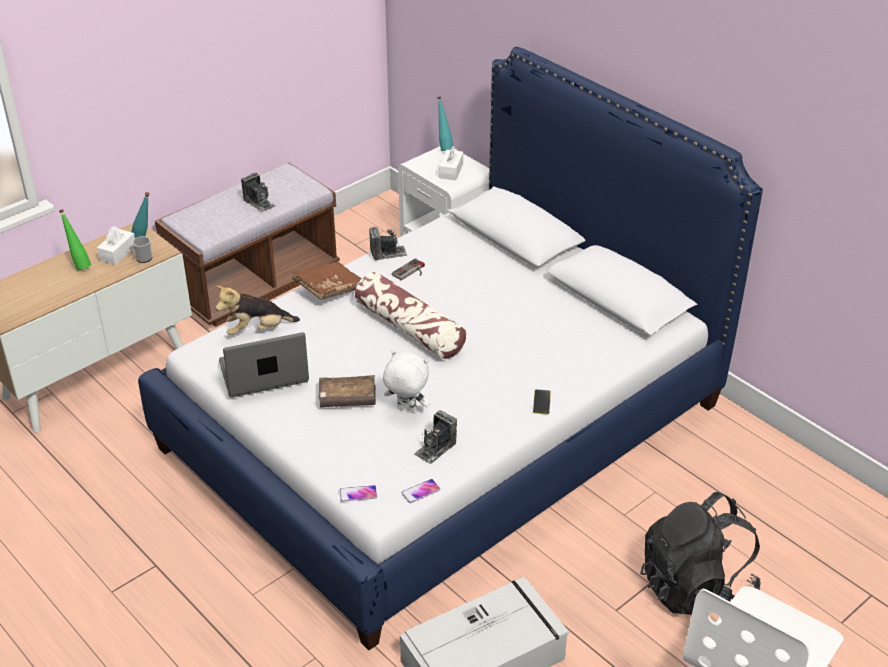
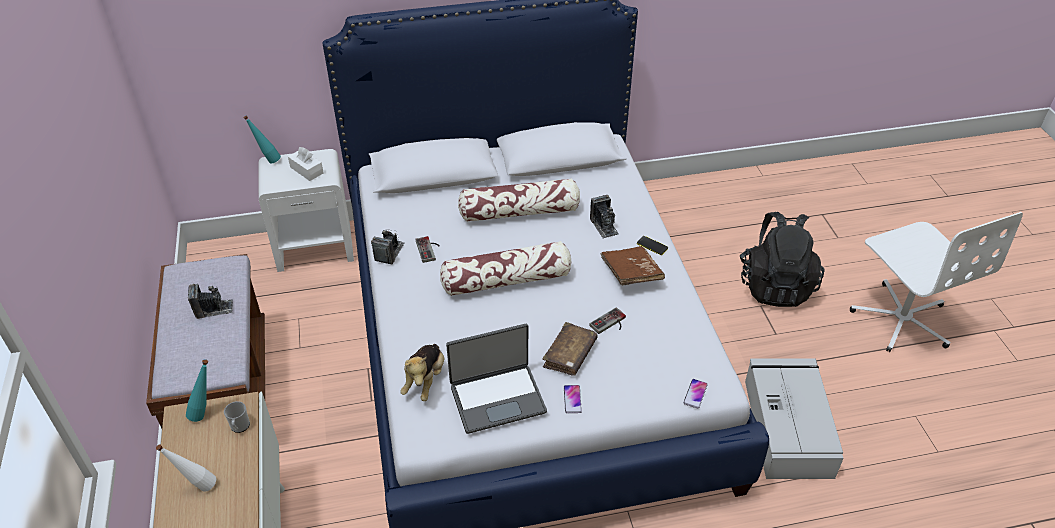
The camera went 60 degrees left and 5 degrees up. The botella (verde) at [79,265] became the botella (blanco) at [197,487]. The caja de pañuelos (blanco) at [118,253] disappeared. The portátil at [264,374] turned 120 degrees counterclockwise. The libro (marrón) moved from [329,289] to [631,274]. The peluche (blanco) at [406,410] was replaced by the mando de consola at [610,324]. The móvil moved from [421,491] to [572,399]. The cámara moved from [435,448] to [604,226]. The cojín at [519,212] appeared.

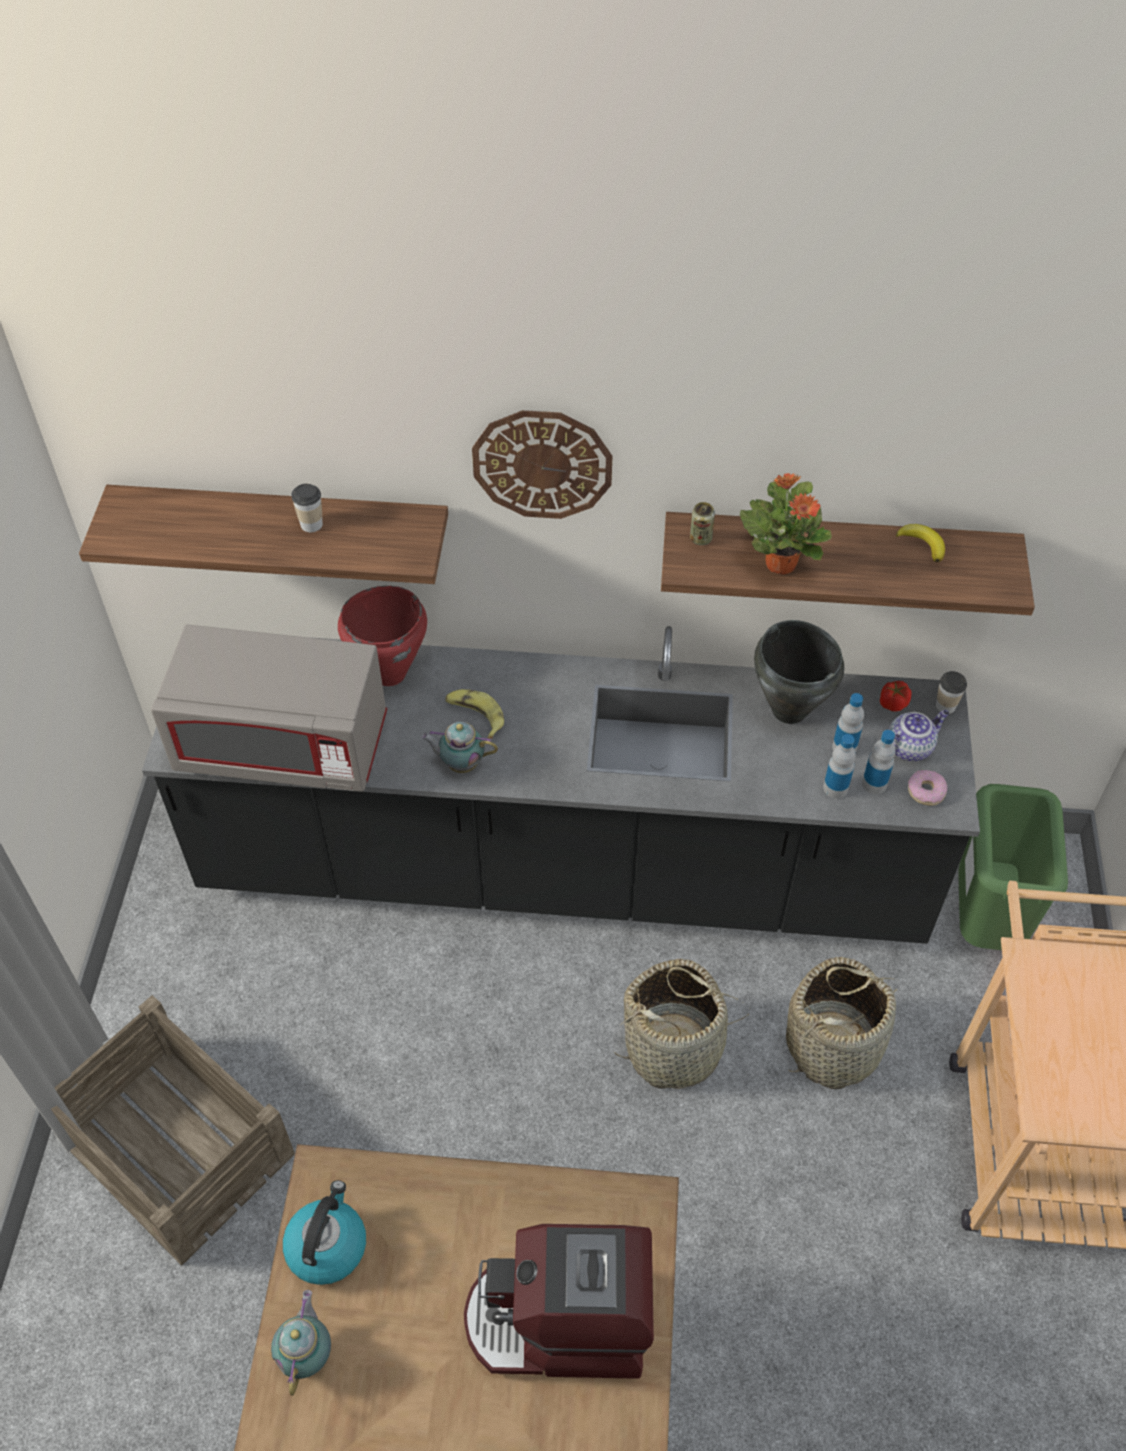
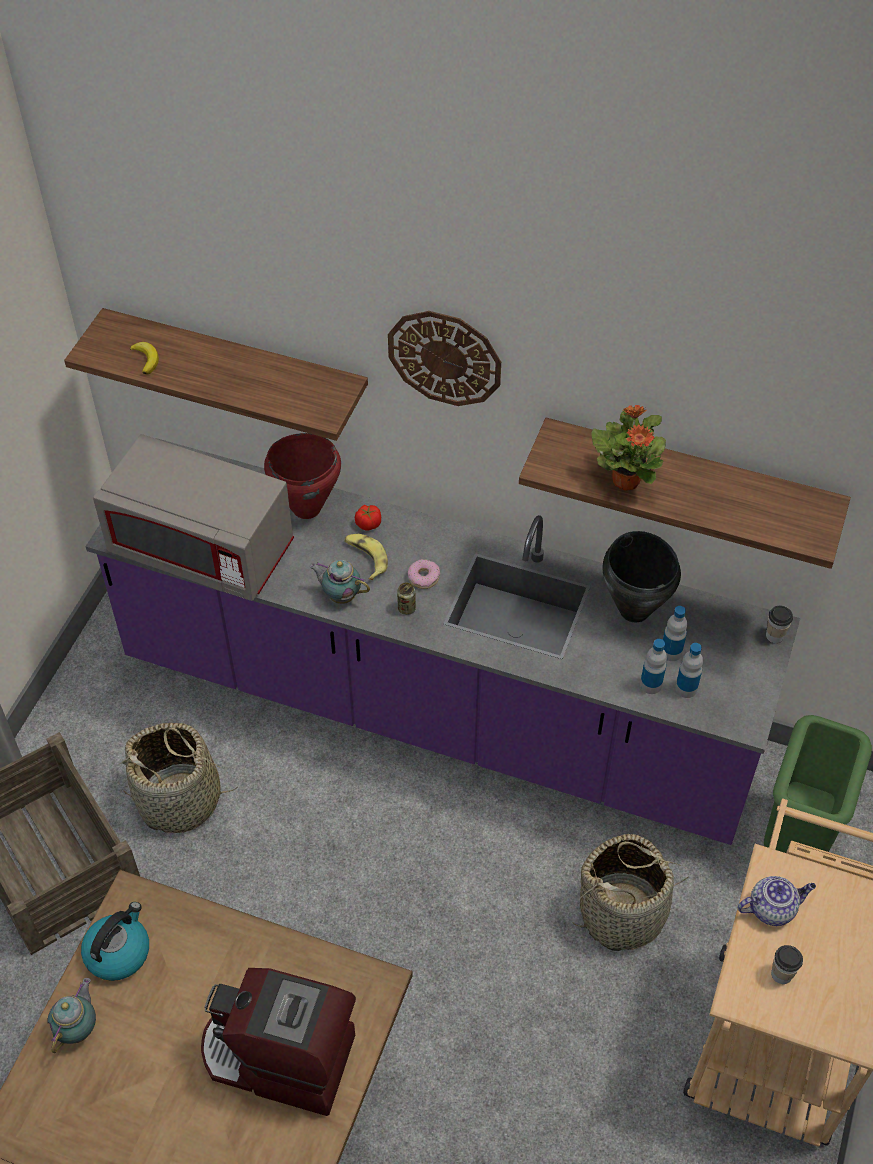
The camera went 15 degrees right and 0 degrees up. The mueble bajo de cocina (negro) at [563,870] became the mueble bajo de cocina (morado) at [436,710]. The taza moved from [311,524] to [781,974]. The cesta moved from [674,1047] to [180,800]. The lata moved from [700,539] to [406,608]. The tomate moved from [893,703] to [368,524]. The tetera moved from [909,747] to [772,908]. The plátano moved from [923,544] to [146,359]. The rosquilla moved from [926,791] to [424,577].

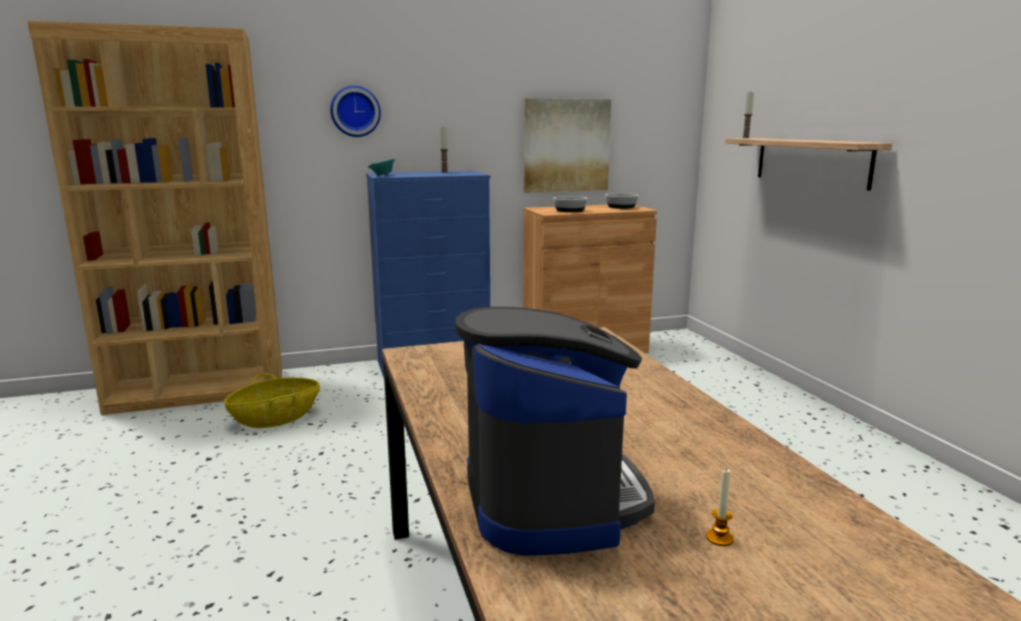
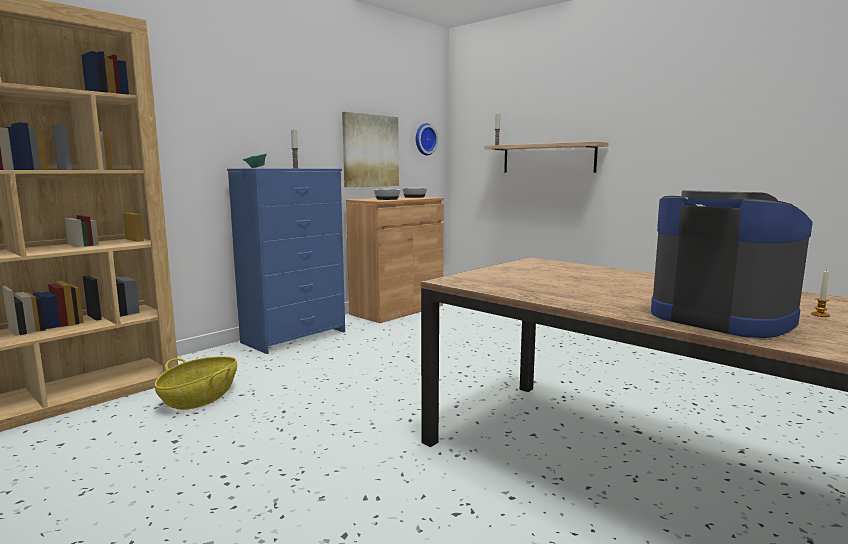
The camera went 30 degrees left and 5 degrees down. The reloj de pared moved from [355,111] to [424,139].

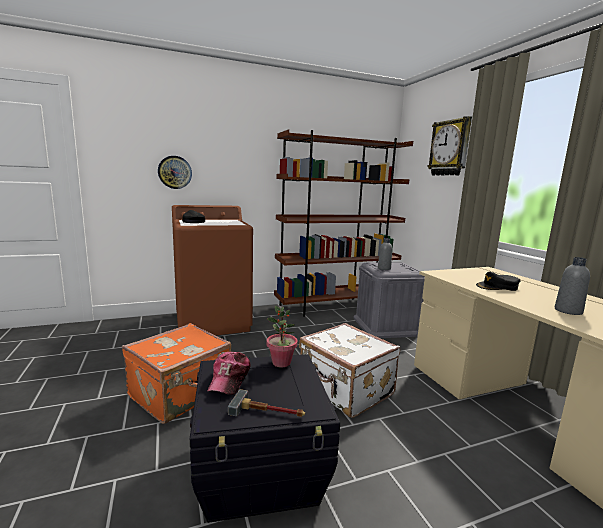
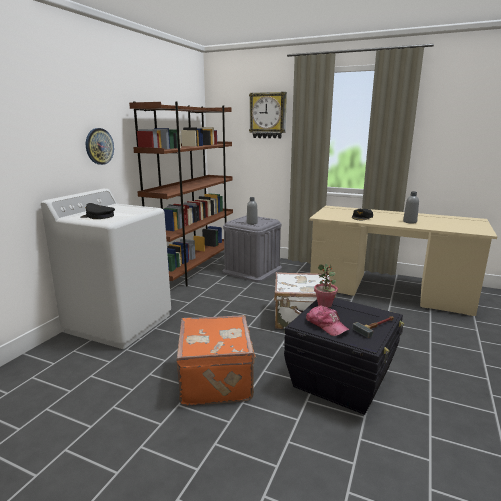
The camera went 45 degrees left and 5 degrees up. The reloj de pared moved from [175,172] to [99,146]. The lavadora (marrón) at [213,322] became the lavadora (blanco) at [120,323].

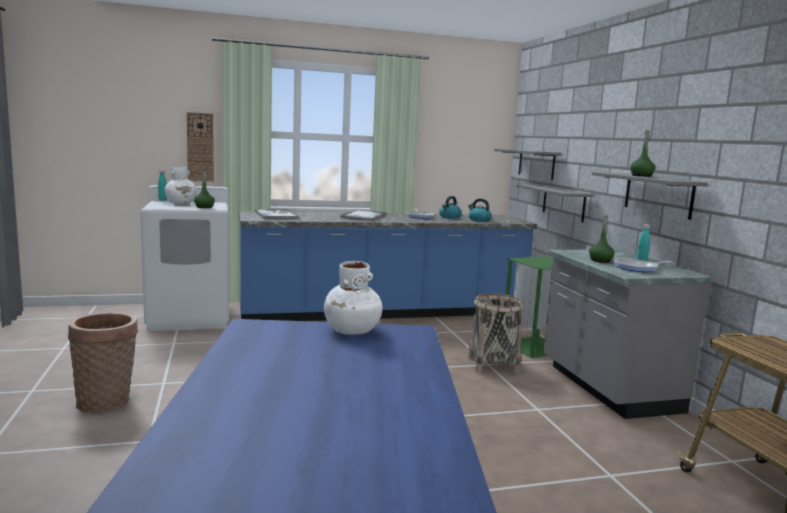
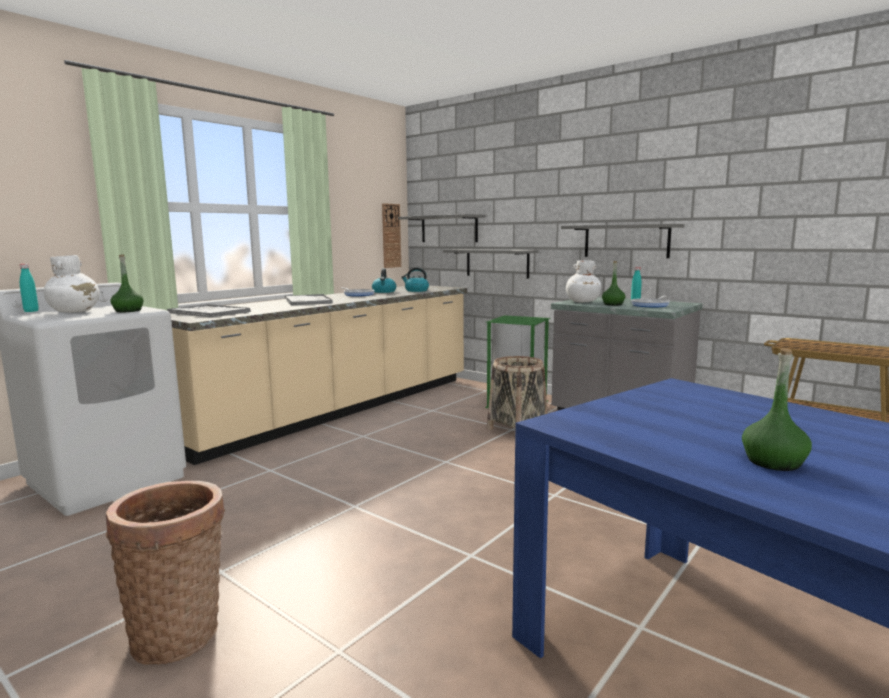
The camera went 35 degrees left and 0 degrees up. The reloj de pared moved from [200,147] to [391,236]. The mueble bajo de cocina (azul) at [385,312] became the mueble bajo de cocina (beis) at [339,409]. The florero (blanco) moved from [352,331] to [582,302]. The botella (verde) moved from [641,176] to [774,462].

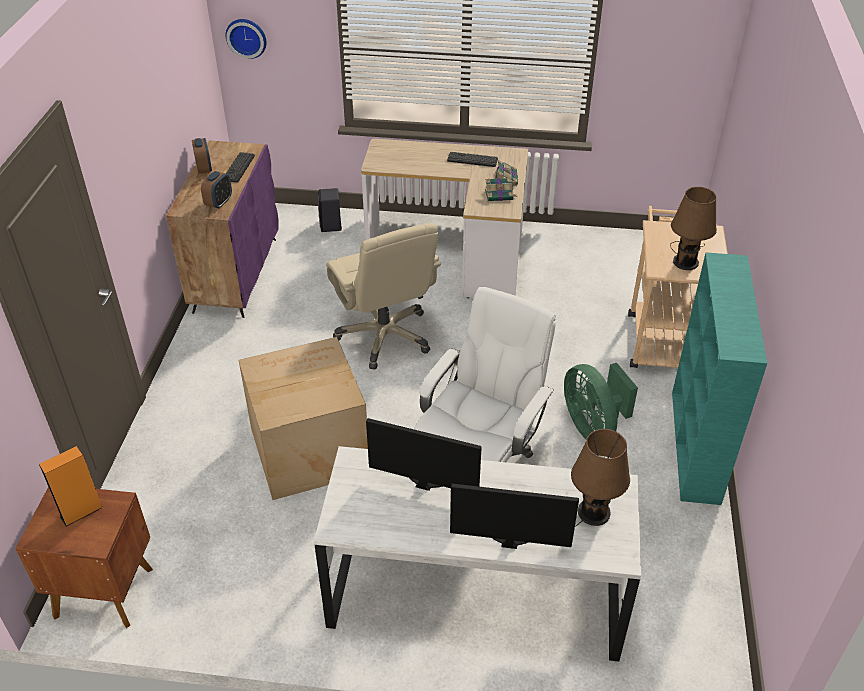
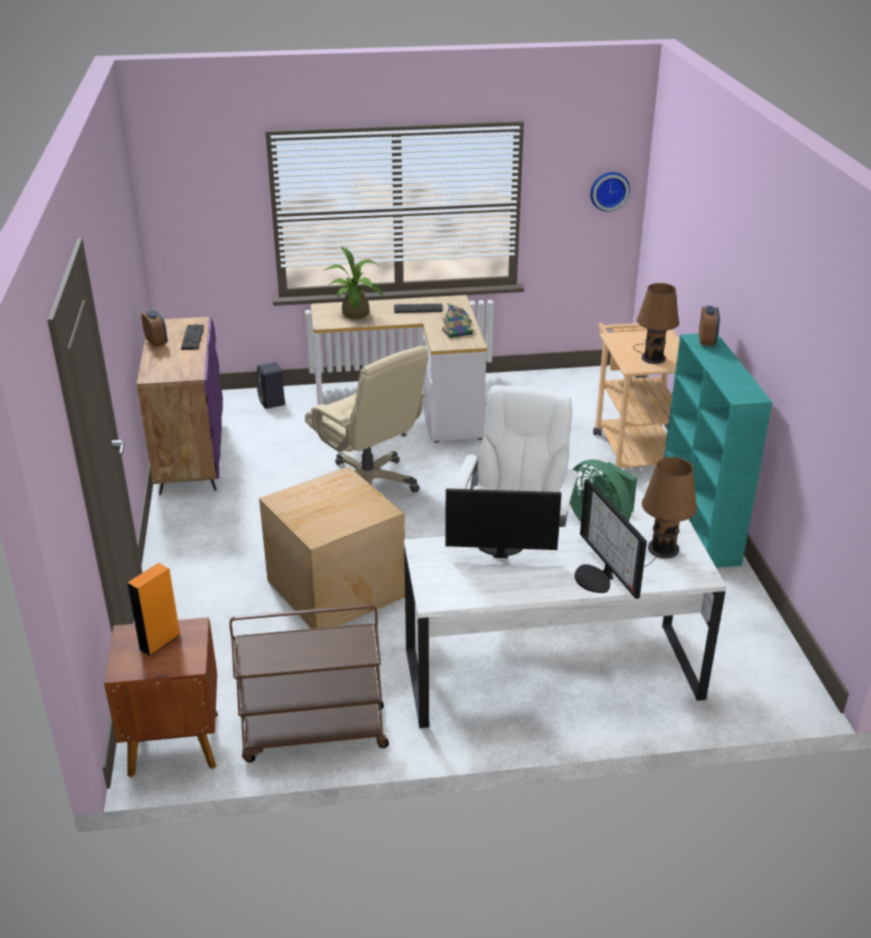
The camera went 15 degrees left and 10 degrees down. The despertador moved from [219,203] to [707,341]. The reloj de pared moved from [247,37] to [609,190]. The monitor at [509,536] turned 105 degrees counterclockwise. The carrito (marrón) at [313,734] appeared. The planta en maceta at [356,316] appeared.

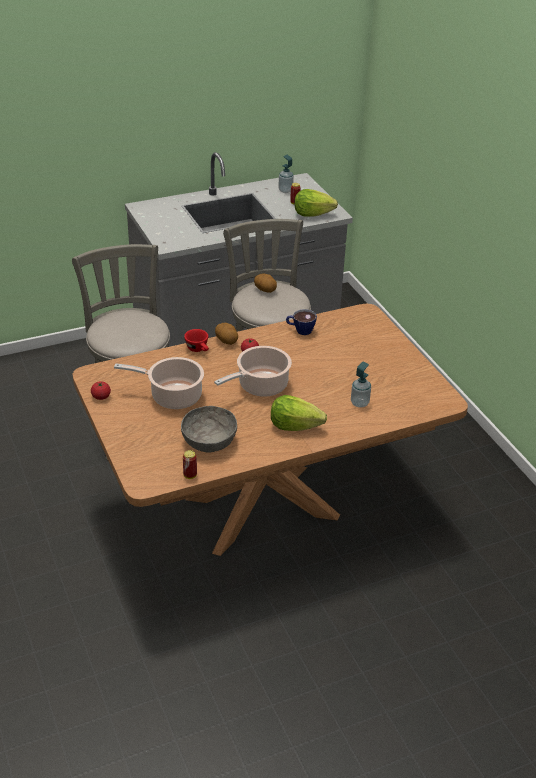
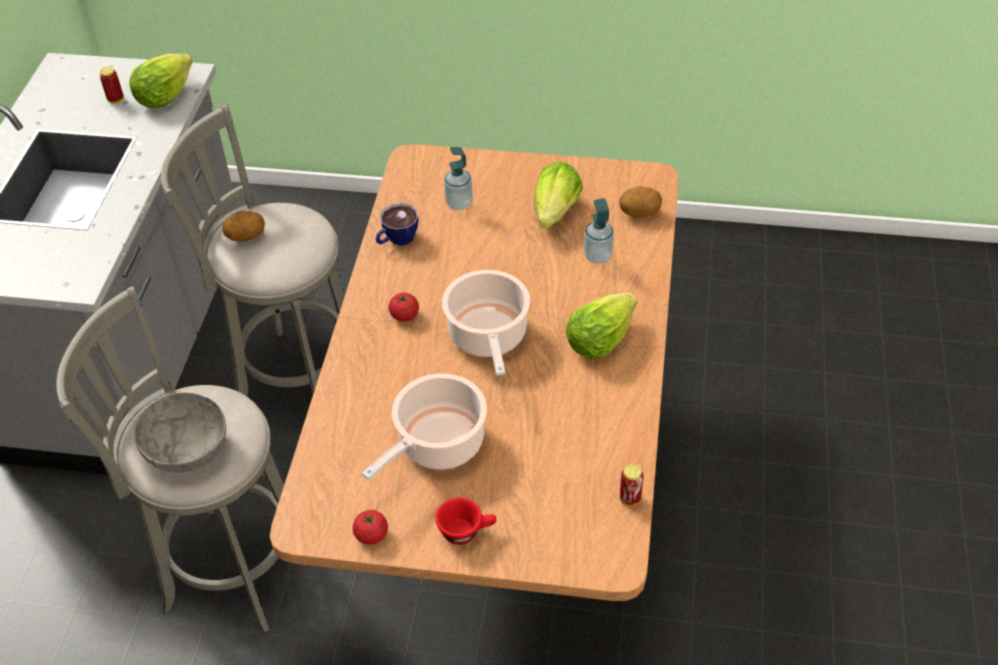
The camera went 55 degrees left and 10 degrees up. The cuenco (gris) moved from [209,441] to [186,449]. The taza (rojo) moved from [198,349] to [467,531]. The patata moved from [226,341] to [639,213]. The dispensador de jabón moved from [285,190] to [459,203]. The lechuga at [556,212] appeared.

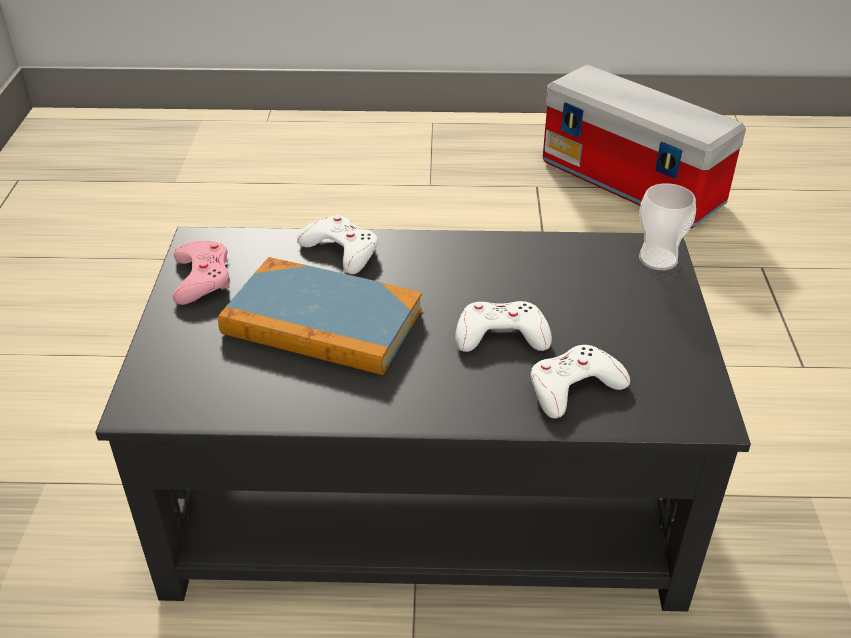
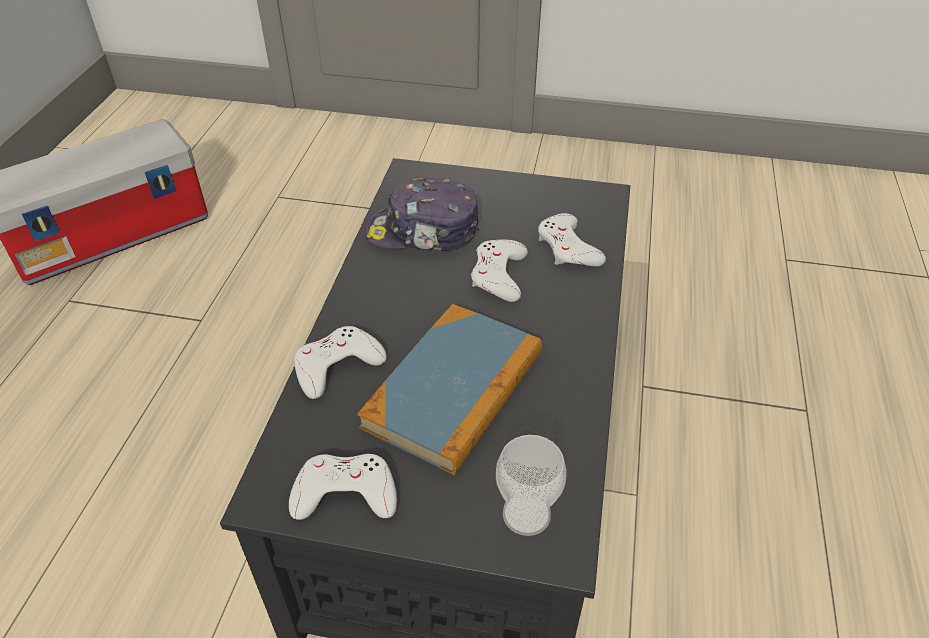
The camera went 80 degrees left and 5 degrees up. The mando de consola (rosa) at [202,278] became the mando de consola (blanco) at [345,493]. The taza moved from [658,259] to [526,514]. The gorra at [423,232] appeared.

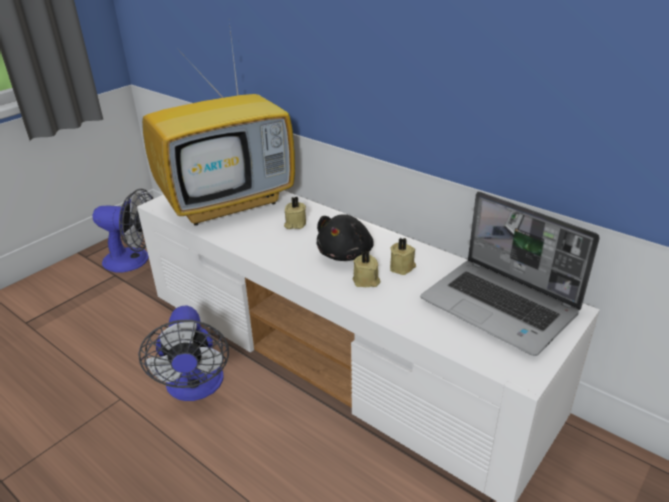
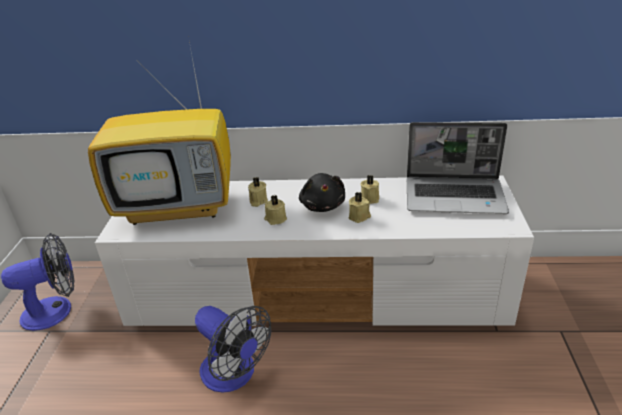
The camera went 35 degrees left and 0 degrees up. The televisor at [229,202] turned 60 degrees clockwise. The vela (beis) at [275,219] appeared.

